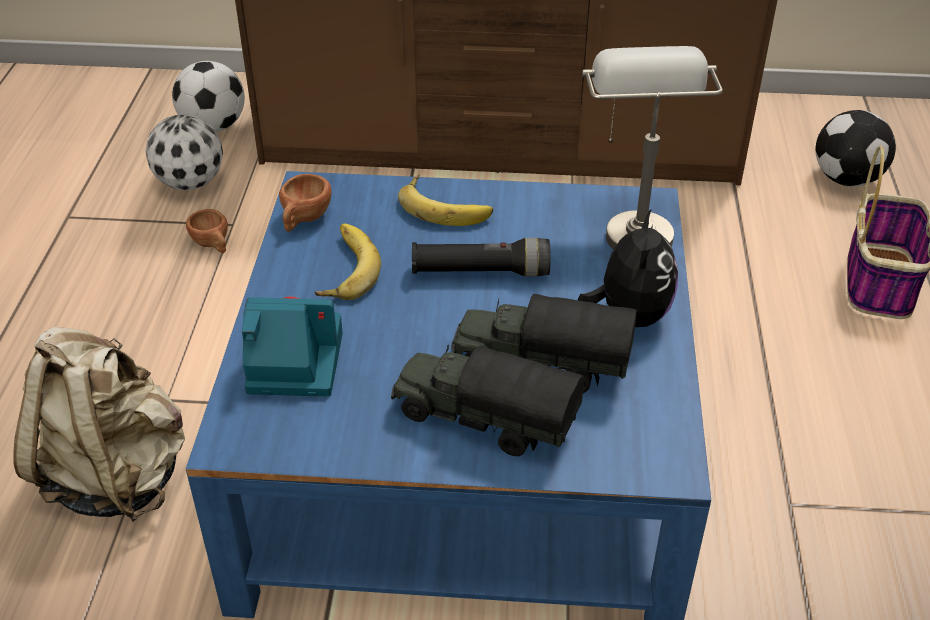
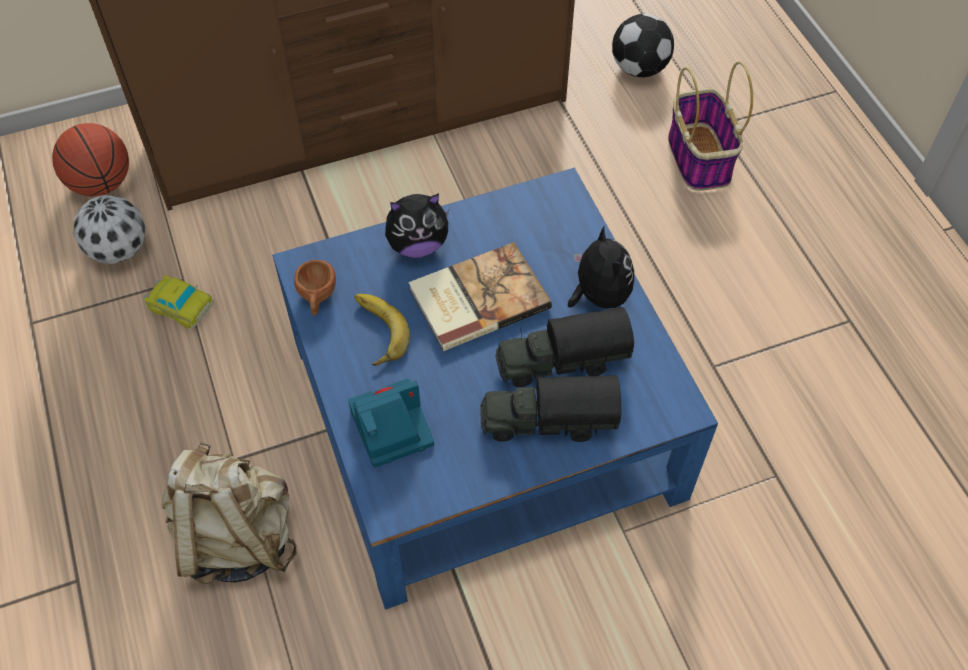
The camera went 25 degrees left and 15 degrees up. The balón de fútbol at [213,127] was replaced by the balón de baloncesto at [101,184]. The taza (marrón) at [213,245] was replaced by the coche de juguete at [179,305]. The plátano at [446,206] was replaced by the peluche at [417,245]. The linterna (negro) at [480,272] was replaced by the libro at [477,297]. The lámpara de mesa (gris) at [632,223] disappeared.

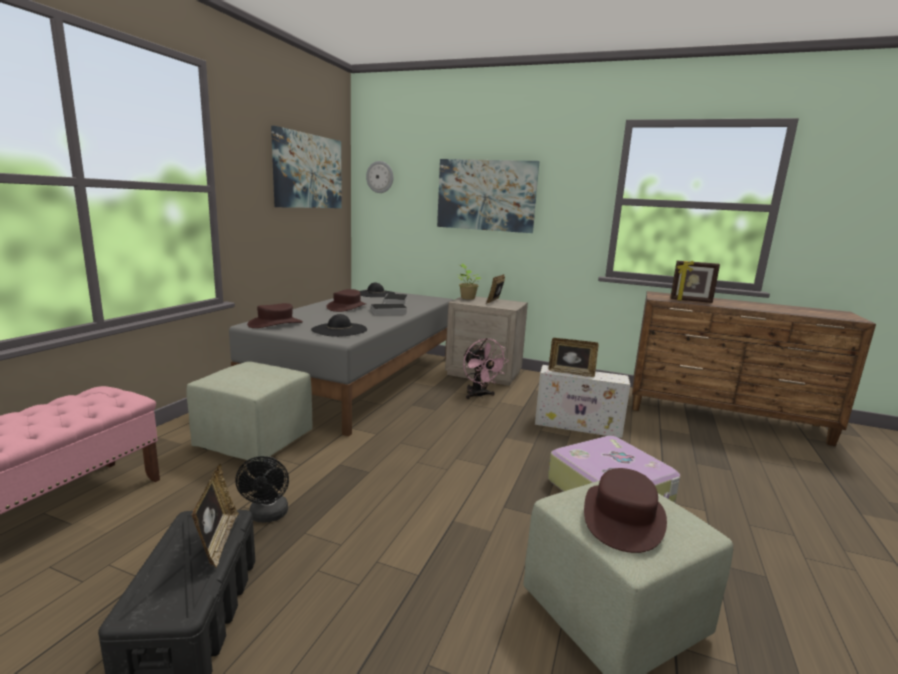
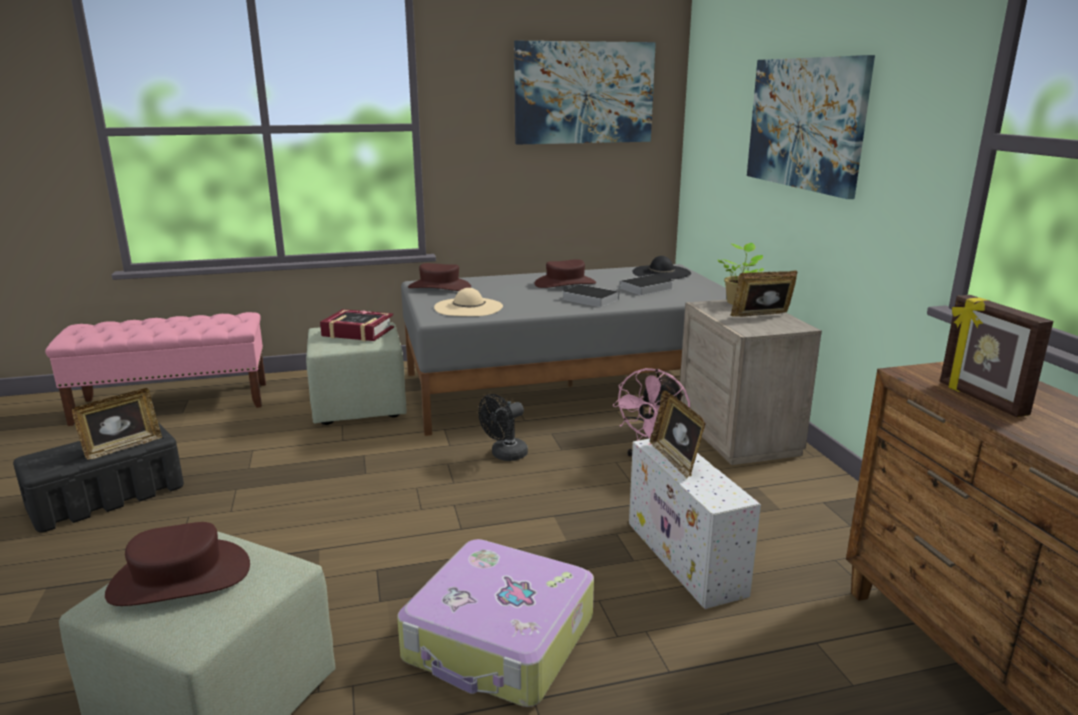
The camera went 55 degrees right and 5 degrees up. The ventilador (negro) moved from [267,516] to [505,455]. The sombrero (negro) at [339,329] became the sombrero (beis) at [468,307]. The reloj de pared at [380,177] disappeared. The libro at [358,332] appeared.

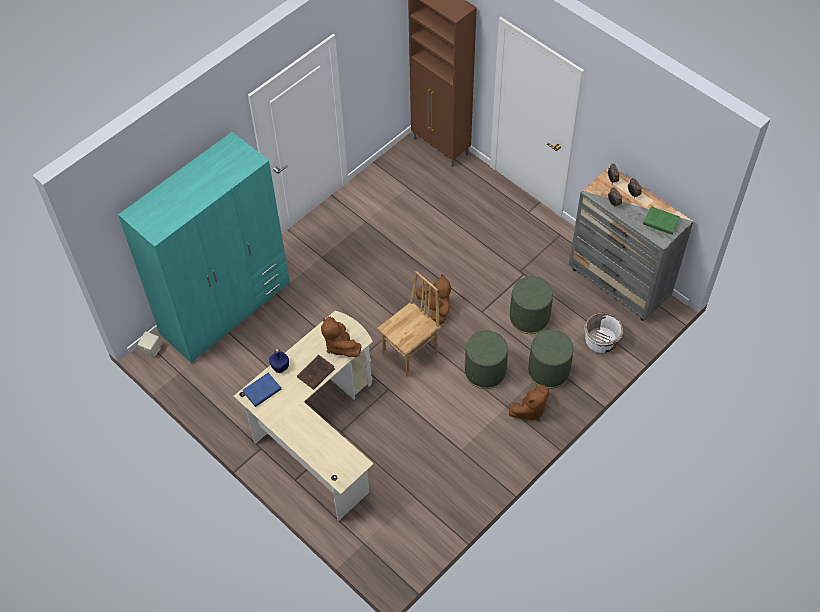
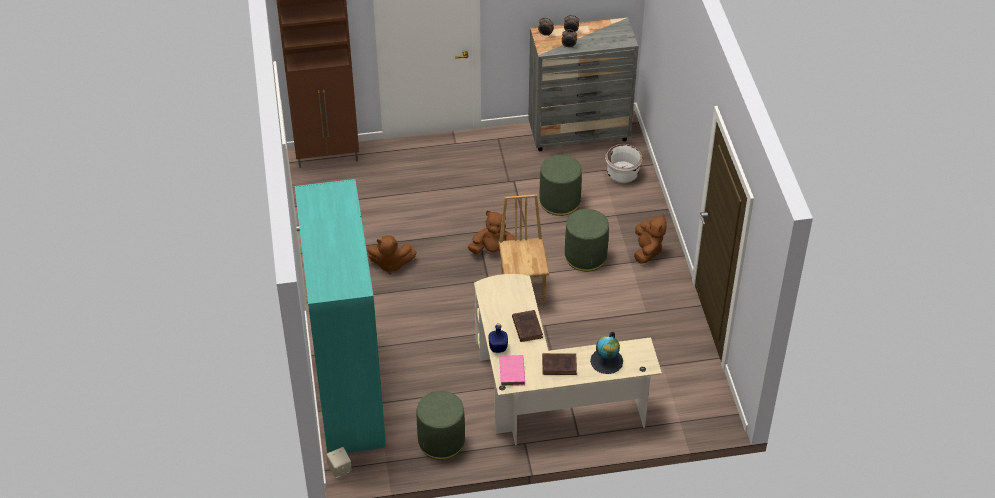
The camera went 55 degrees left and 10 degrees down. The libro (azul) at [261,391] became the libro (rosa) at [512,373]. The peluche (marrón) moved from [340,345] to [390,264]. The puf (verde) moved from [548,371] to [441,441]. The libro (verde) at [660,222] disappeared. The libro (marrón) at [560,365] appeared. The globo terráqueo at [606,361] appeared.

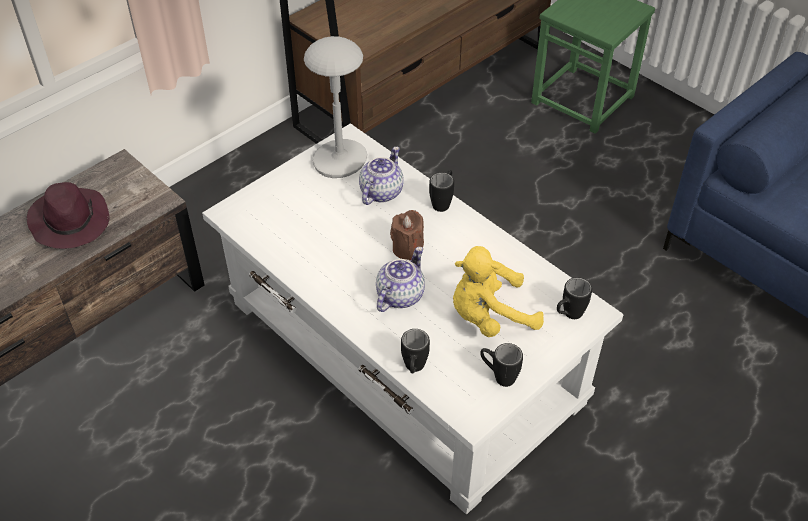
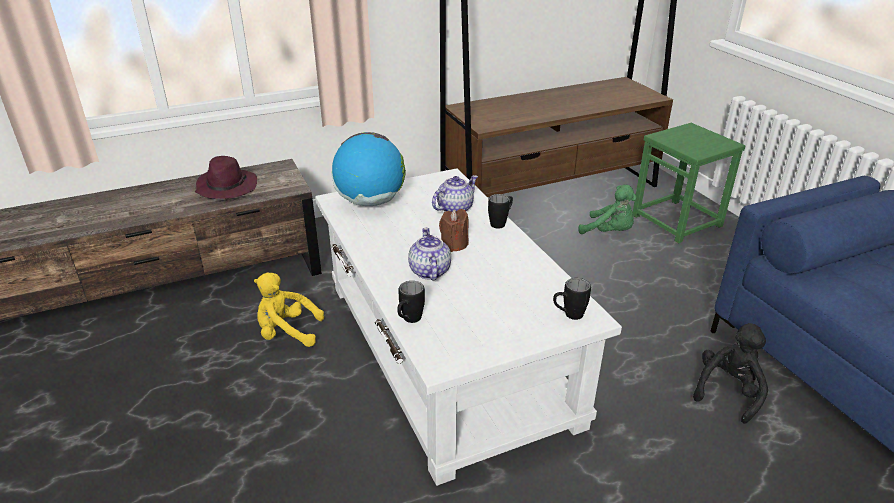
The camera went 20 degrees right and 15 degrees down. The lámpara de mesa (gris) at [340,160] disappeared. The tetera at [399,295] turned 60 degrees counterclockwise. The peluche (amarillo) moved from [489,316] to [287,332]. The taza grande (negro) at [498,376] disappeared. The globo terráqueo at [371,202] appeared. The peluche (verde) at [609,232] appeared. The peluche (negro) at [728,392] appeared.

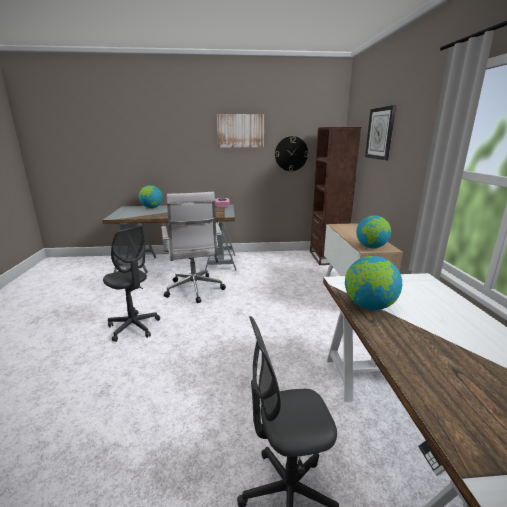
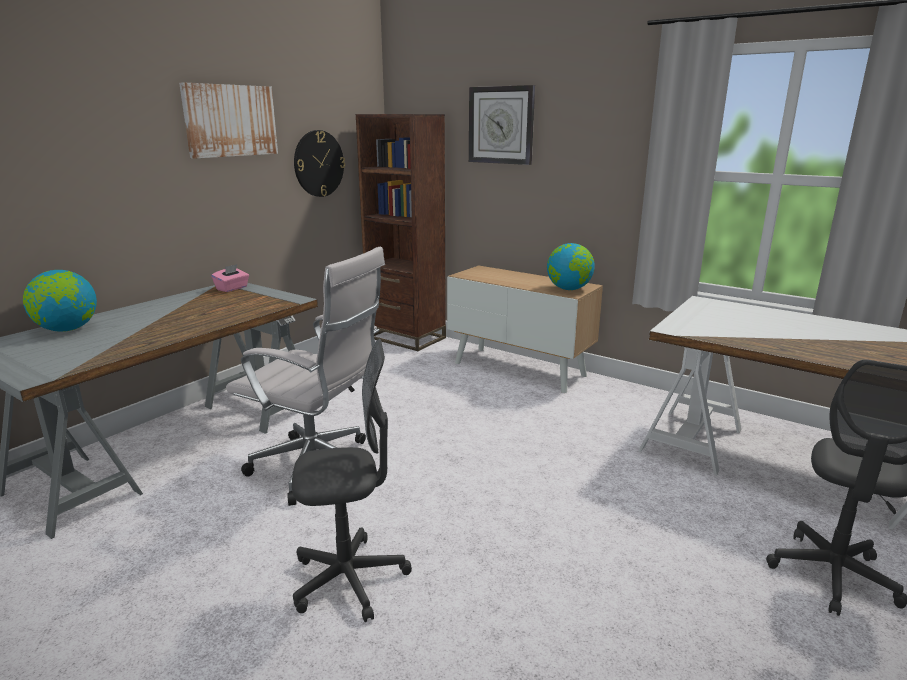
The camera went 50 degrees left and 0 degrees up. The globo terráqueo at [369,306] disappeared.

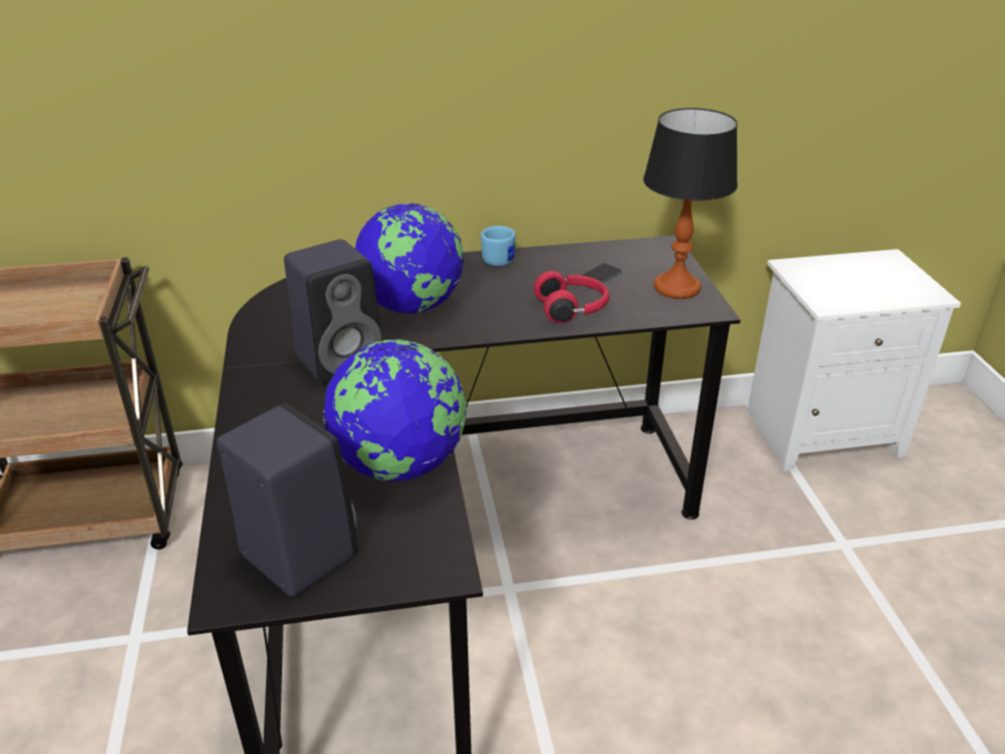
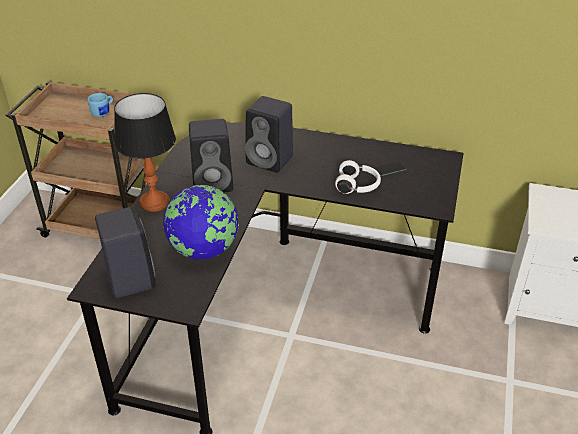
The camera went 25 degrees right and 5 degrees up. The globo terráqueo at [412,306] was replaced by the altavoz (negro) at [271,160]. The taza grande (azul) moved from [500,259] to [103,112]. The auriculares (rojo) at [572,309] became the auriculares (blanco) at [358,186]. The lámpara de mesa moved from [676,288] to [154,202].

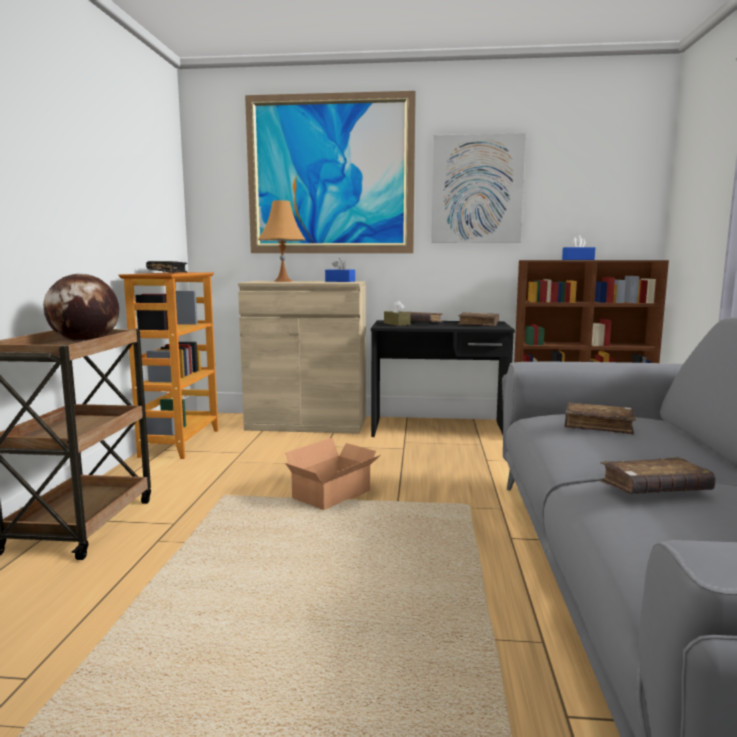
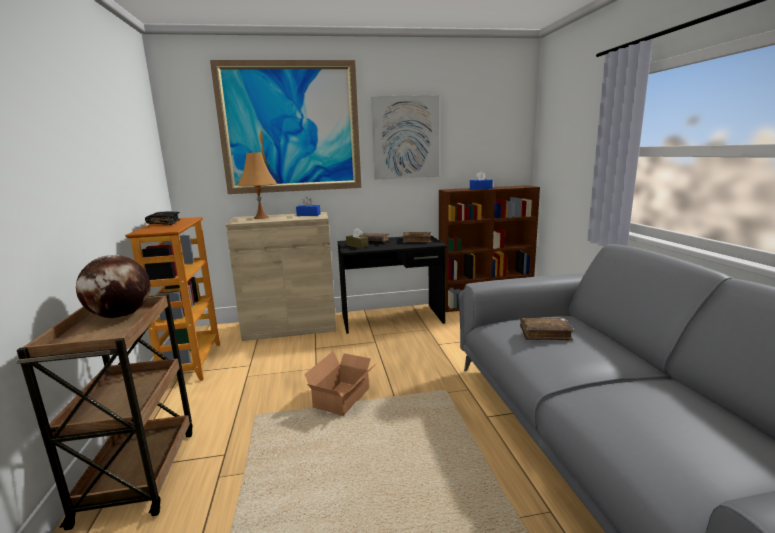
The camera went 15 degrees left and 5 degrees up. The libro (marrón) at [654,489] disappeared.

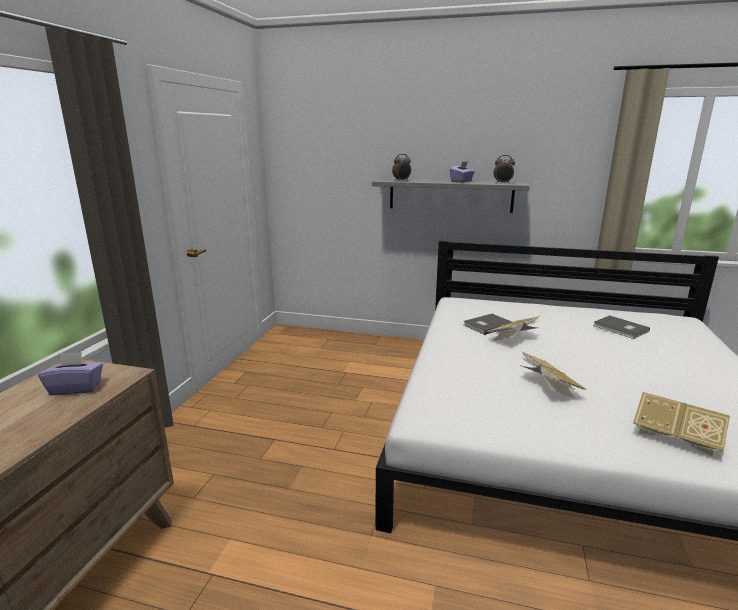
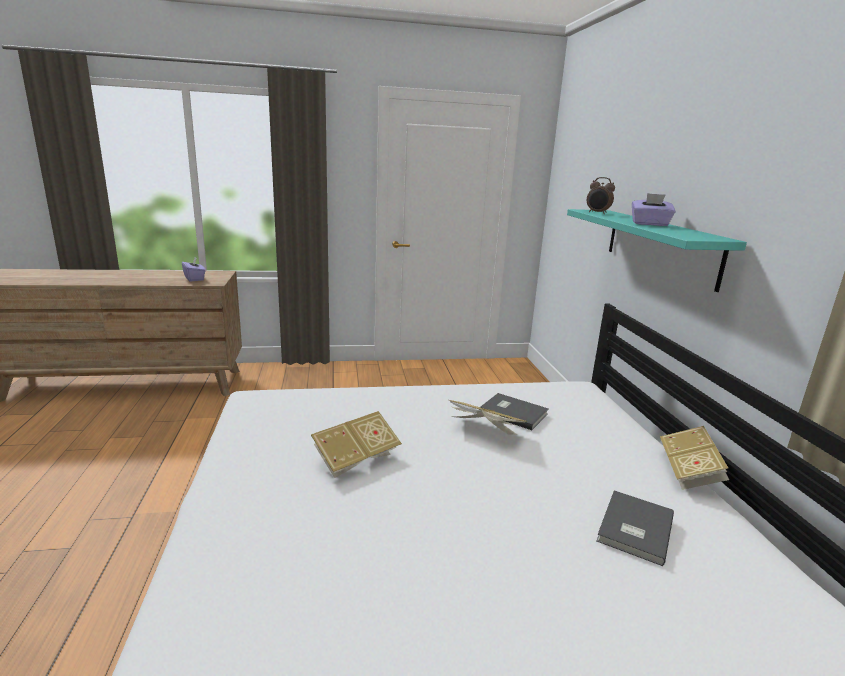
The camera went 65 degrees right and 0 degrees up. The estante (gris) at [450,195] became the estante (turquesa) at [659,246]. The despertador at [502,183] disappeared. The libro moved from [675,438] to [688,472].

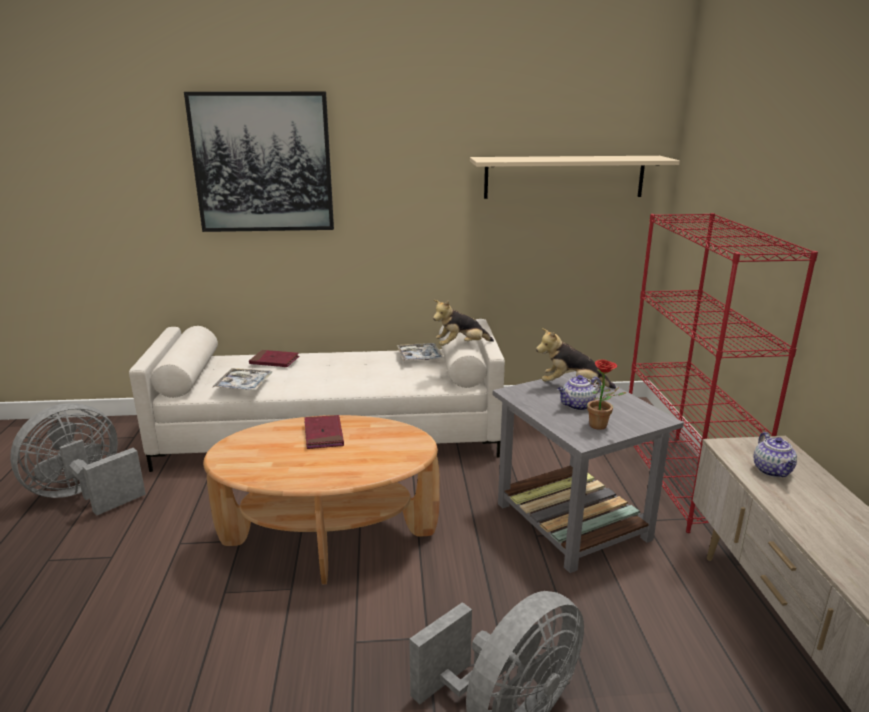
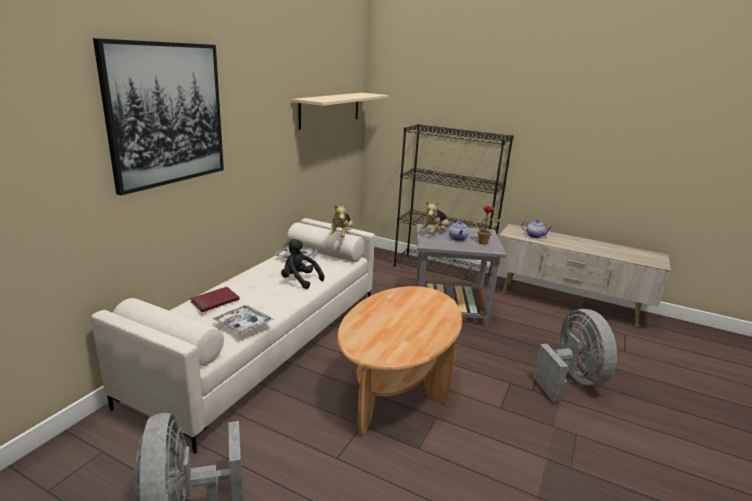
The camera went 60 degrees left and 0 degrees up. The libro (rojo) at [323,434] disappeared. The estantería (rojo) at [683,480] became the estantería (negro) at [442,271]. The peluche (negro) at [299,280] appeared.

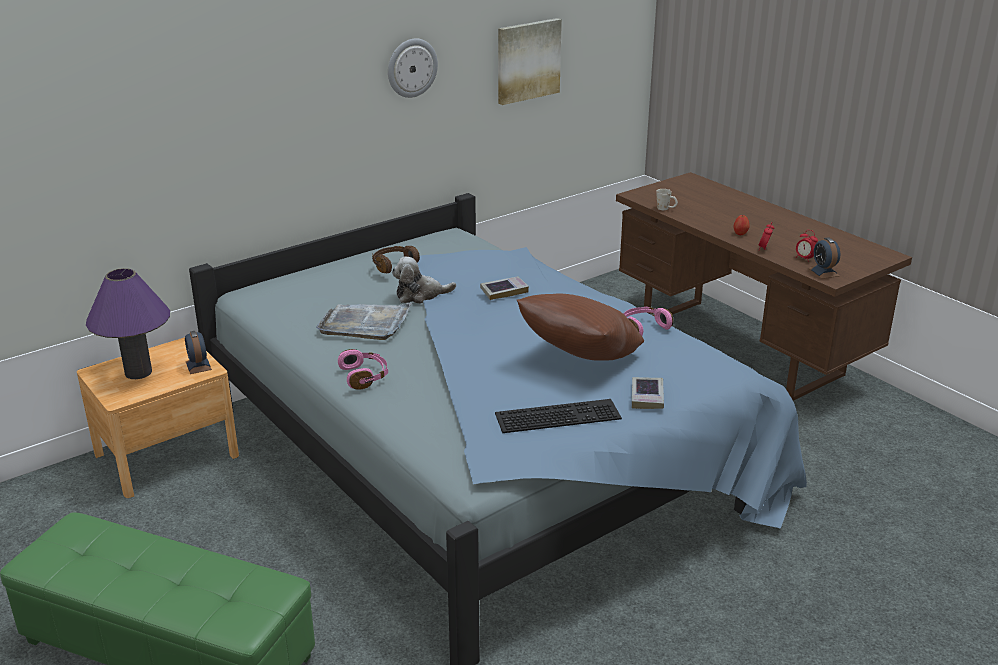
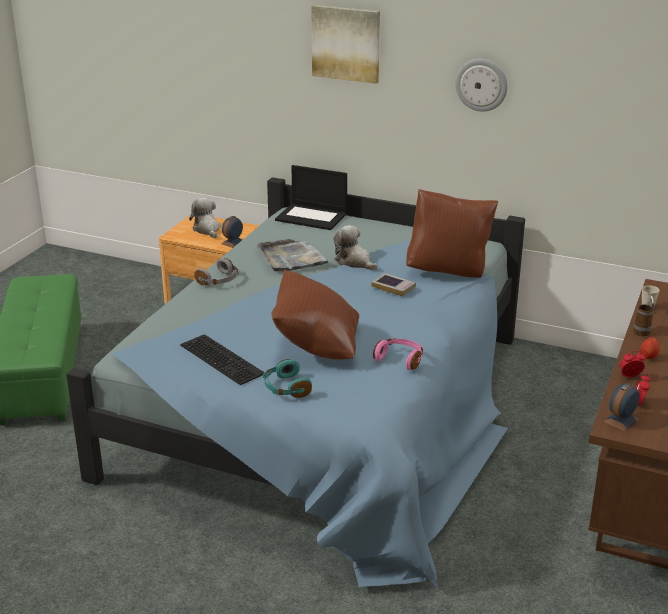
The camera went 60 degrees right and 0 degrees up. The lámpara de mesa (morado) at [138,372] was replaced by the peluche at [207,229]. The auriculares (rosa) at [364,376] became the auriculares (gris) at [219,281]. The auriculares (marrón) at [393,265] disappeared. The cuadro moved from [527,60] to [346,43]. The libro at [647,397] was replaced by the auriculares (turquesa) at [285,388]. The portátil at [312,217] appeared. The cojín (marrón) at [448,271] appeared. The taza grande at [643,331] appeared.

